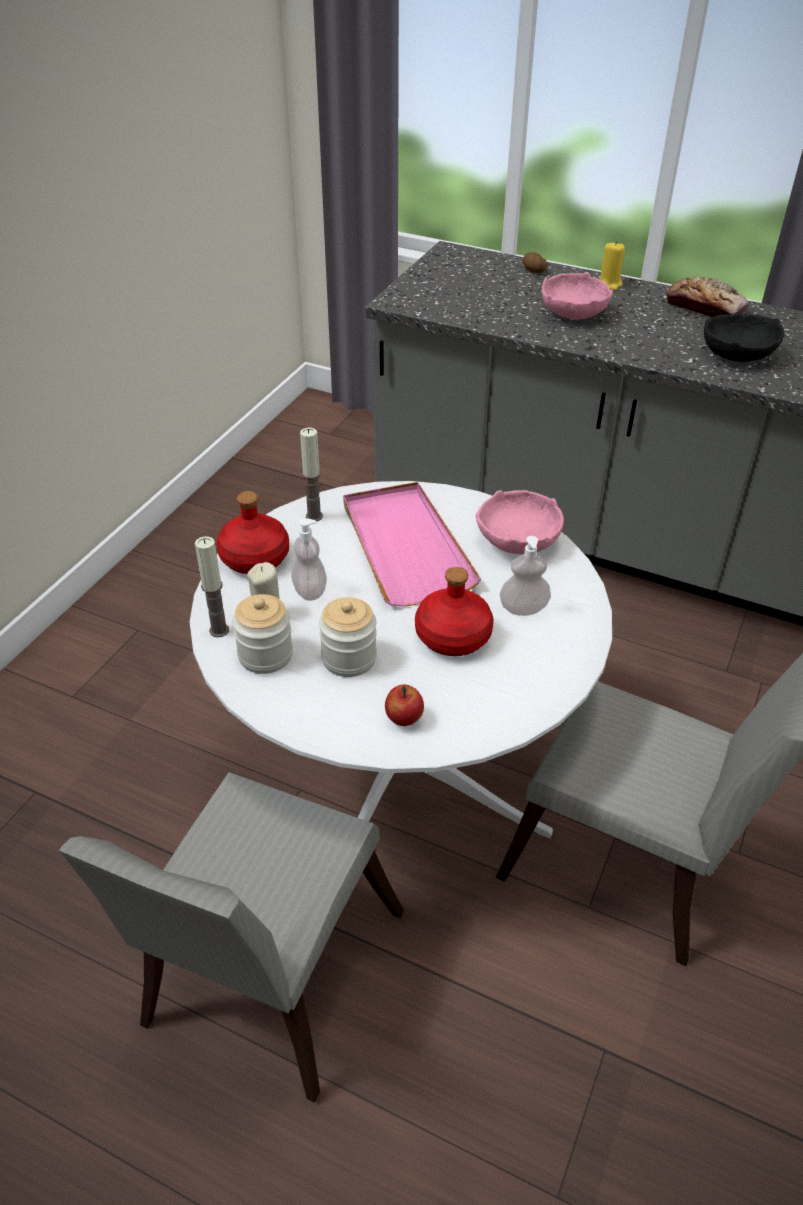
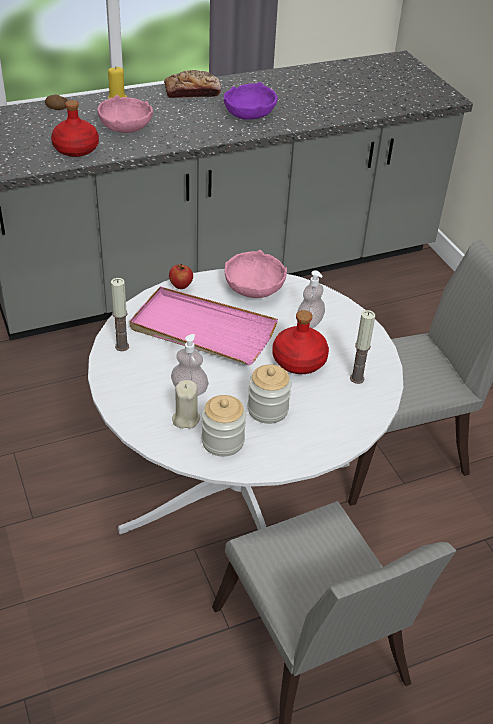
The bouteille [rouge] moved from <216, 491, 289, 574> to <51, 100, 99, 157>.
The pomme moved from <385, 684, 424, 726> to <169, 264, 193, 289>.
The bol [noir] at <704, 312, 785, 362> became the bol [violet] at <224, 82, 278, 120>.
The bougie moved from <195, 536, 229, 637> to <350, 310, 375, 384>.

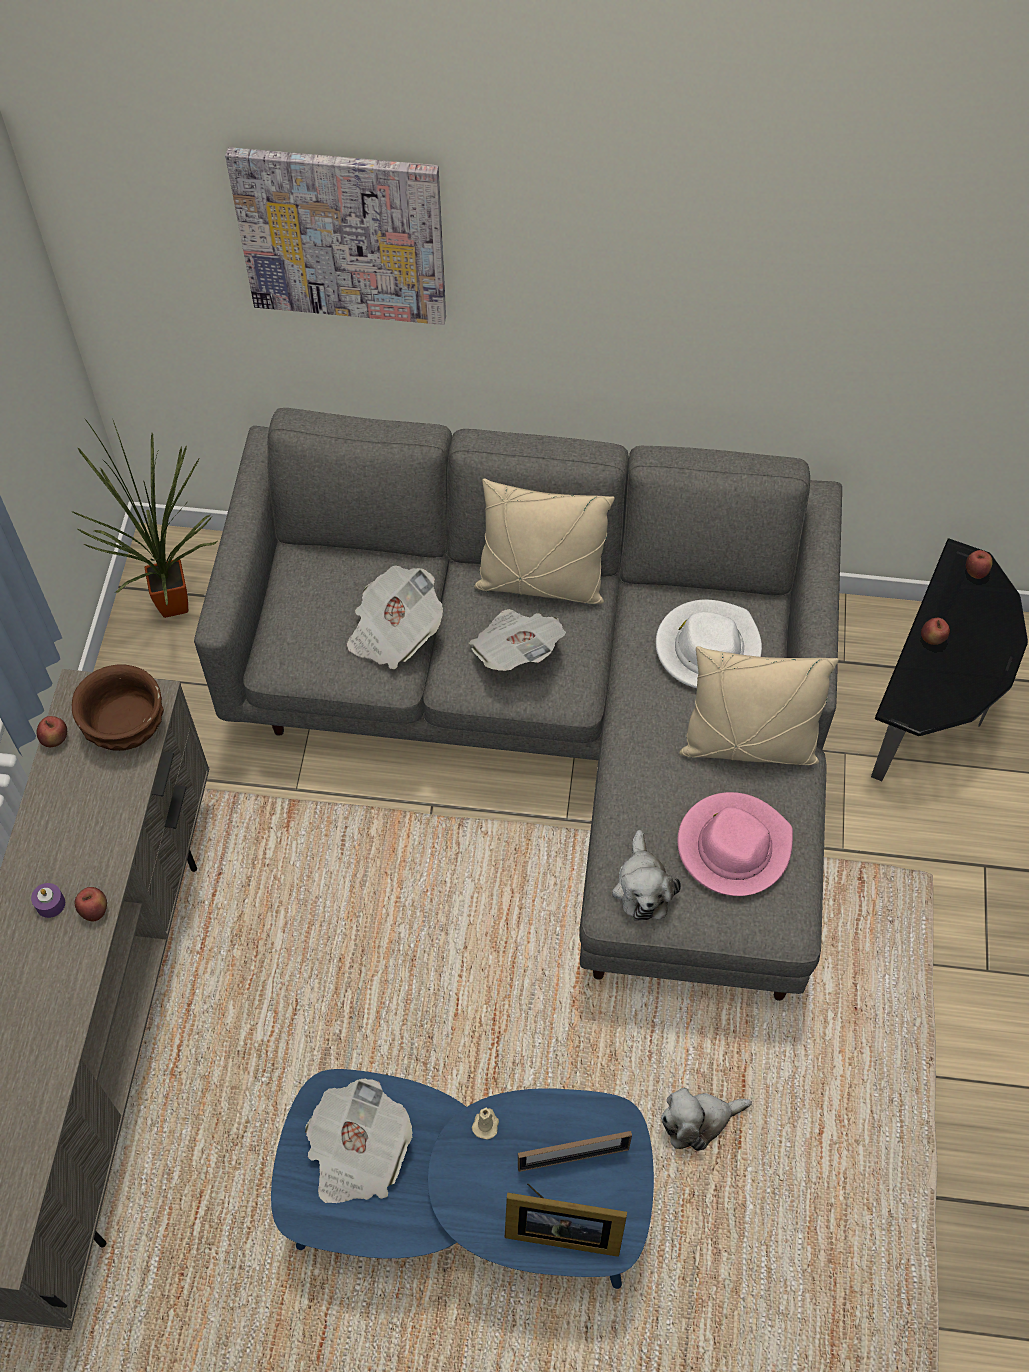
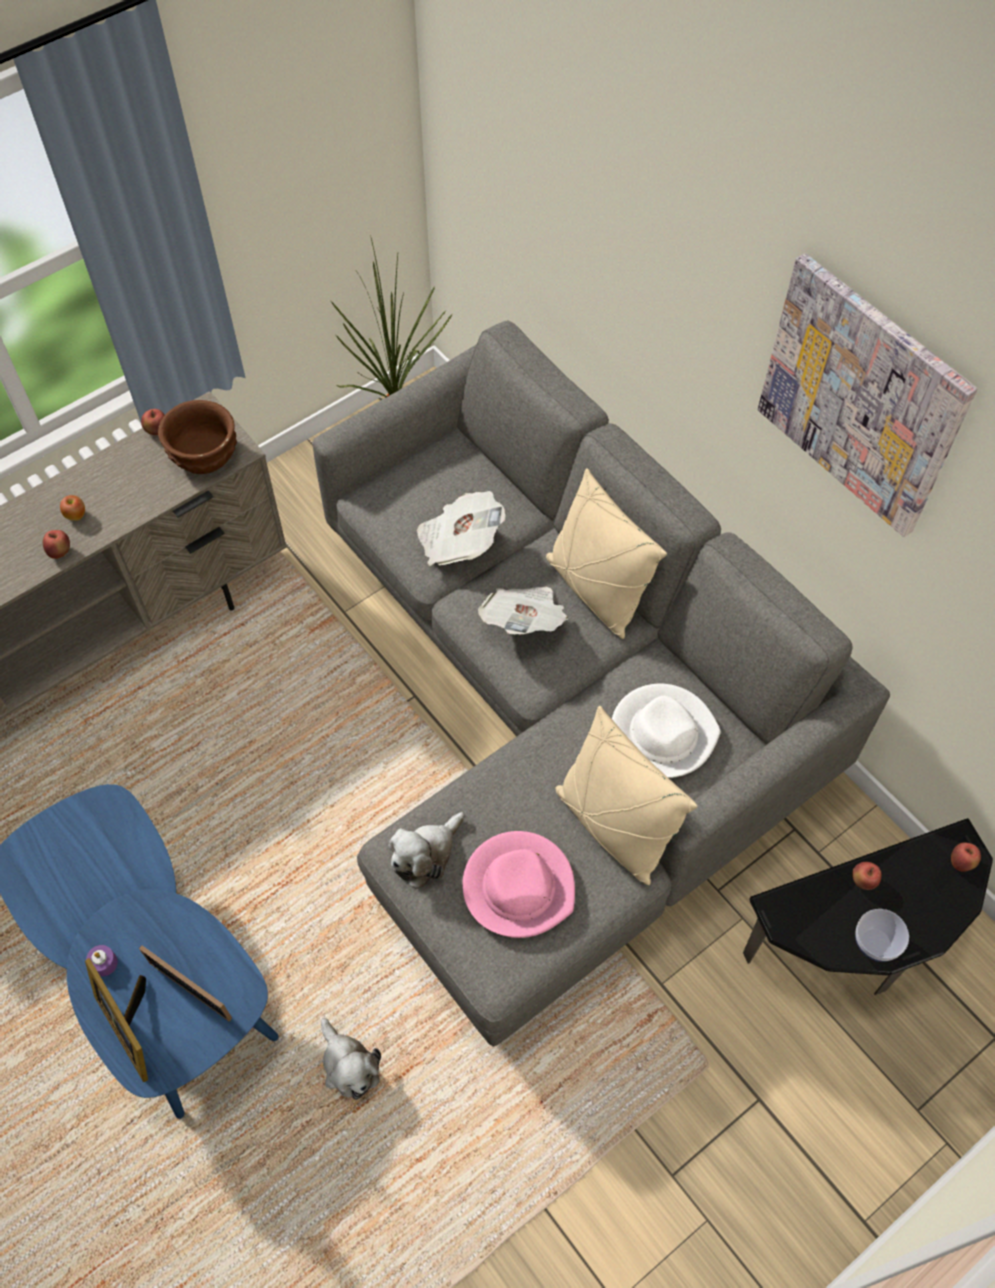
The pomme at <60, 495, 85, 521> appeared.
The bougie [violet] moved from <31, 883, 65, 918> to <86, 945, 118, 977>.
The peluche at <661, 1088, 752, 1151> turned 150 degrees counterclockwise.
The tableau moved from <225, 147, 446, 325> to <758, 253, 977, 537>.
The bol at <855, 909, 909, 962> appeared.
The journal at <305, 1079, 413, 1203> disappeared.
The bougie [beige] at <472, 1108, 499, 1139> disappeared.

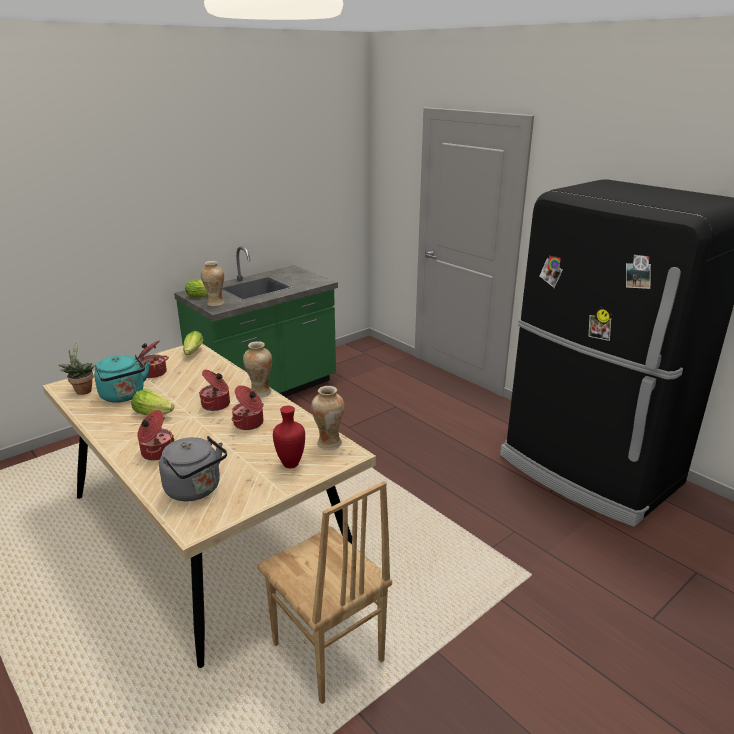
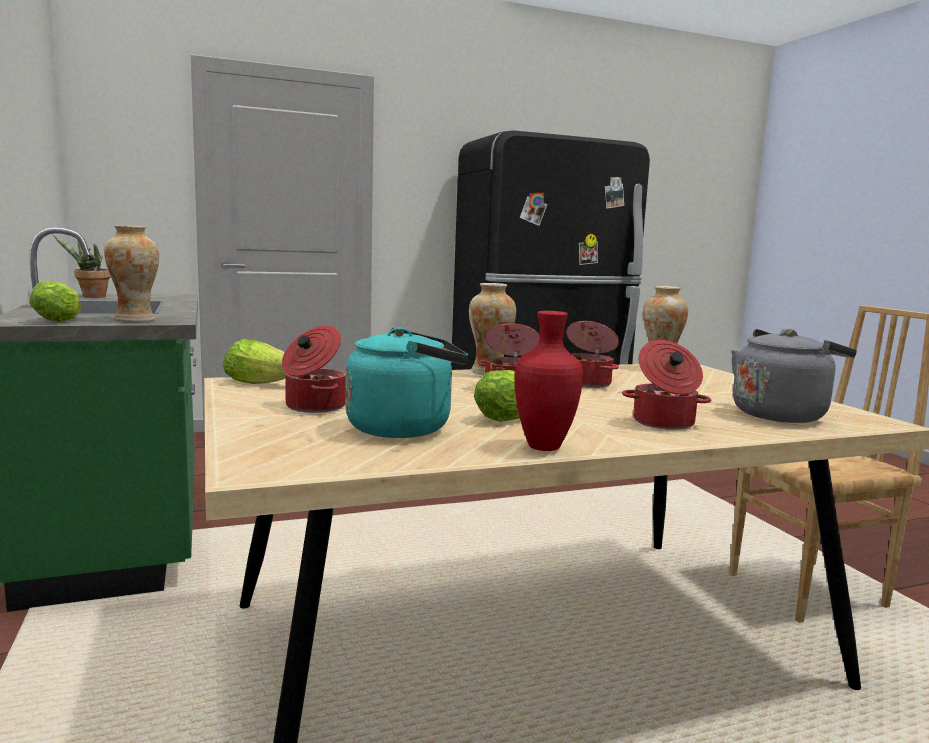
The plante en pot moved from <58, 341, 94, 395> to <53, 235, 111, 298>.
The vase [rouge] moved from <273, 406, 305, 468> to <515, 311, 583, 451>.

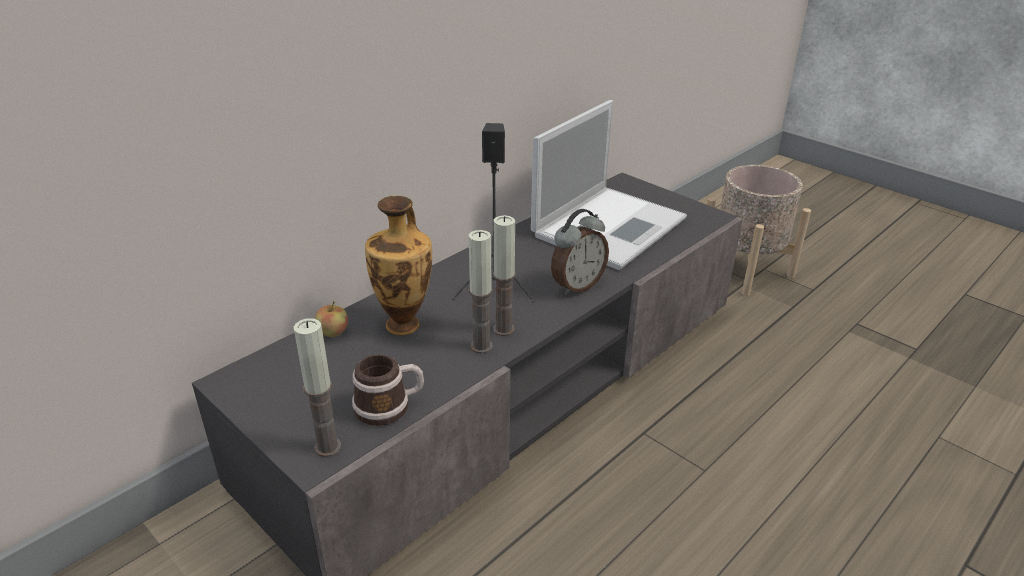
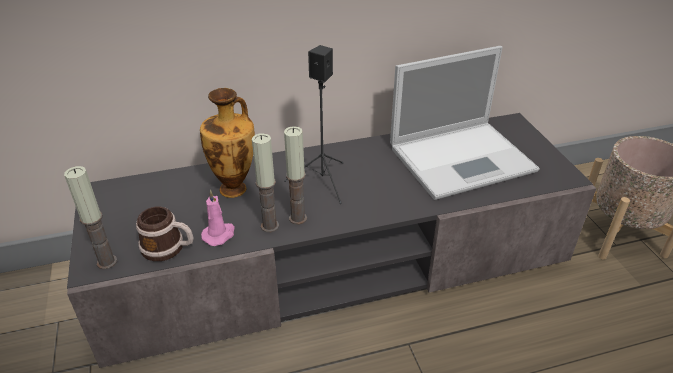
The bougie [rose] at <201, 190, 235, 246> appeared.
The pomme at <315, 301, 348, 337> disappeared.
The réveil at <551, 209, 609, 295> disappeared.

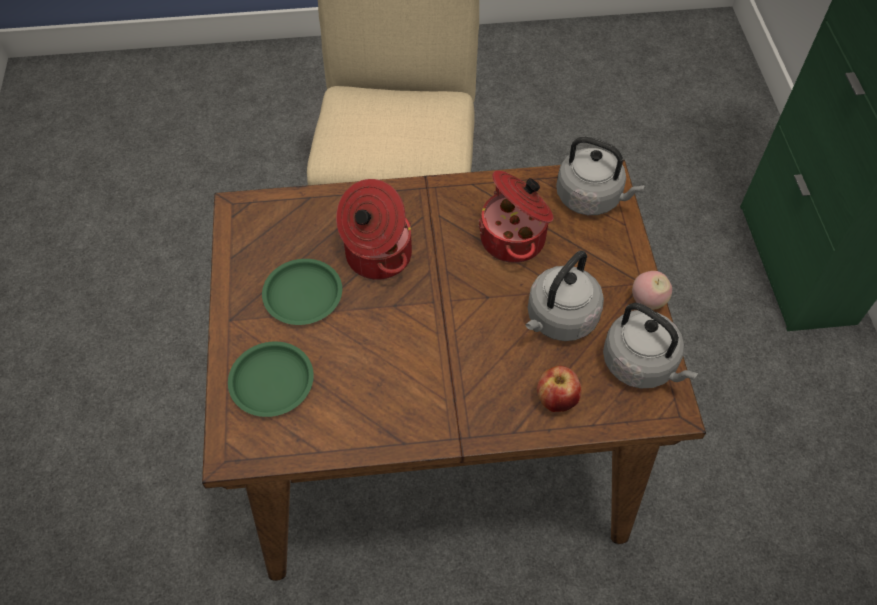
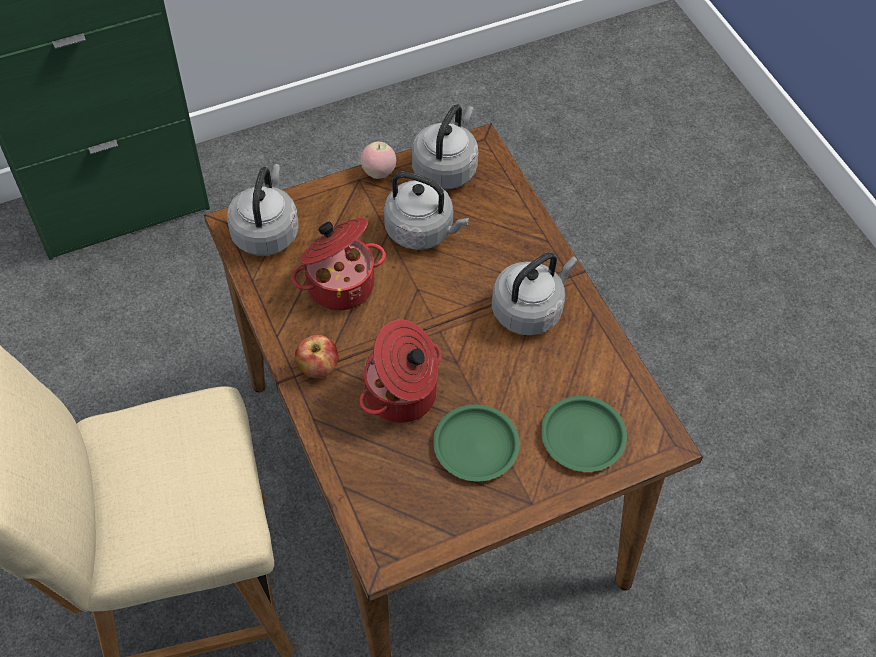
The pomme moved from <537, 366, 581, 412> to <295, 335, 338, 378>.
The bouilloire [gris] at <492, 252, 578, 335> appeared.

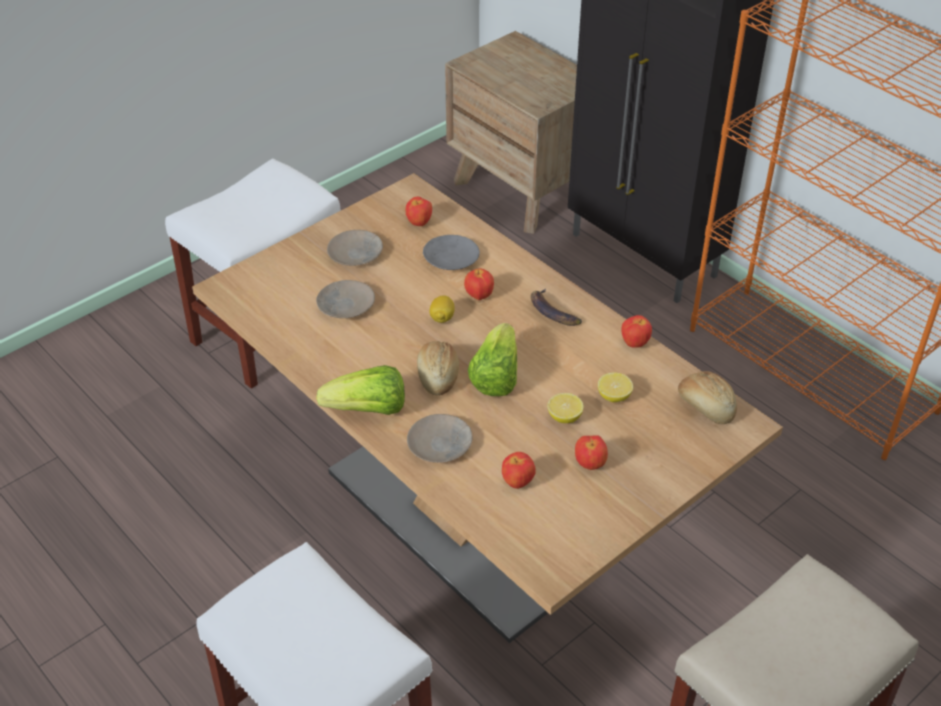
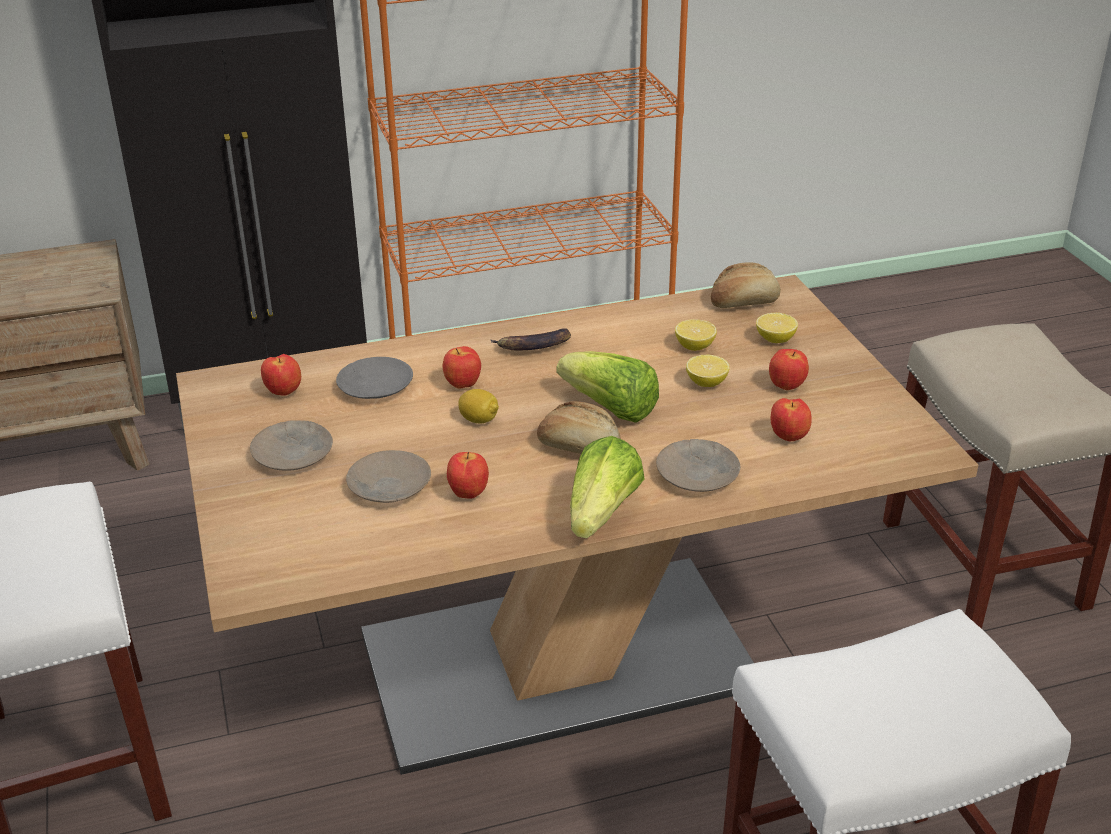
The pomme moved from <621, 315, 652, 348> to <447, 452, 489, 499>.
The citron at <756, 313, 798, 343> appeared.

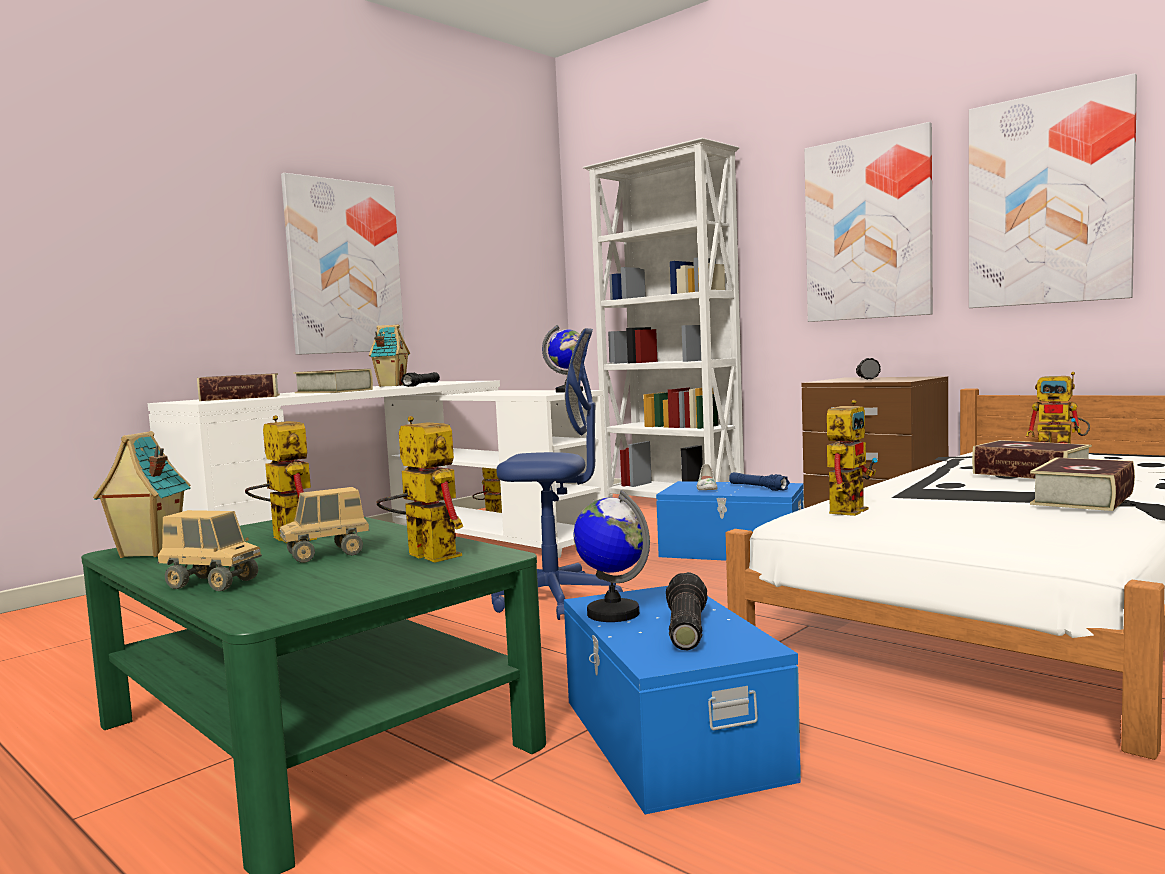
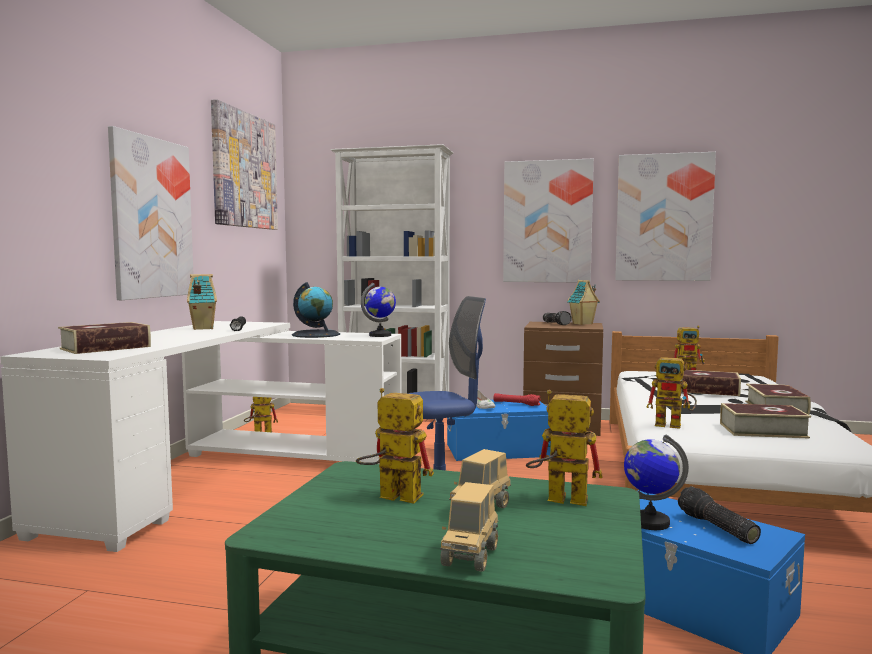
The tableau at <211, 99, 278, 230> appeared.
The globe at <292, 282, 340, 338> appeared.
The camion jouet at <158, 510, 262, 591> turned 120 degrees clockwise.
The lampe de poche [bleu] at <729, 472, 790, 491> became the lampe de poche [rouge] at <494, 393, 541, 406>.
The maison miniature moved from <93, 431, 191, 558> to <567, 280, 600, 325>.
The robot jouet at <827, 400, 878, 516> turned 105 degrees clockwise.
The livre moved from <293, 369, 373, 393> to <720, 403, 811, 439>.

